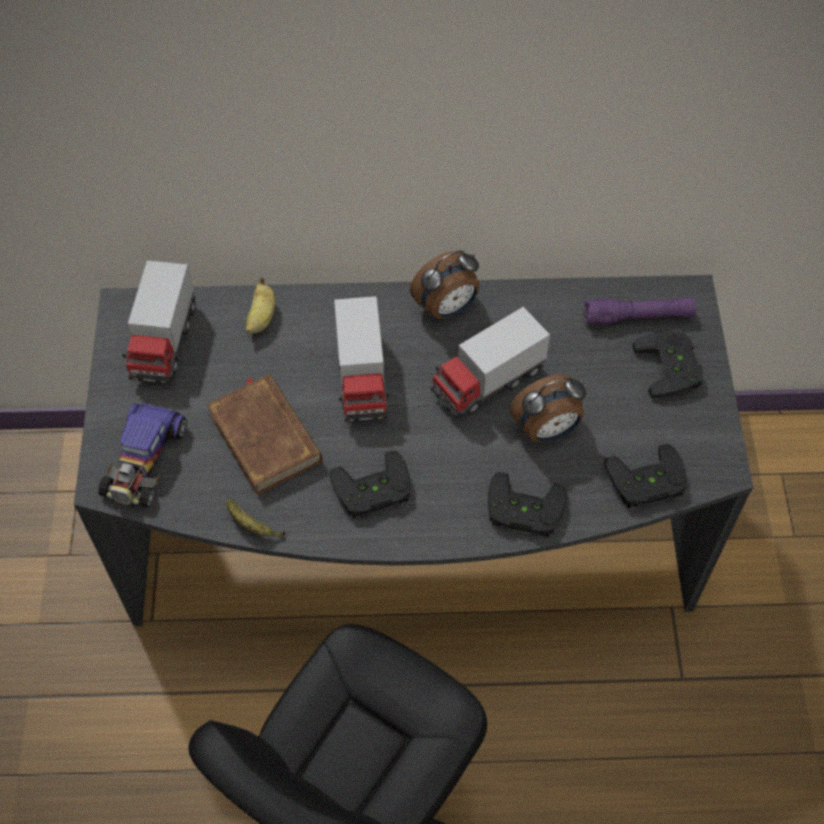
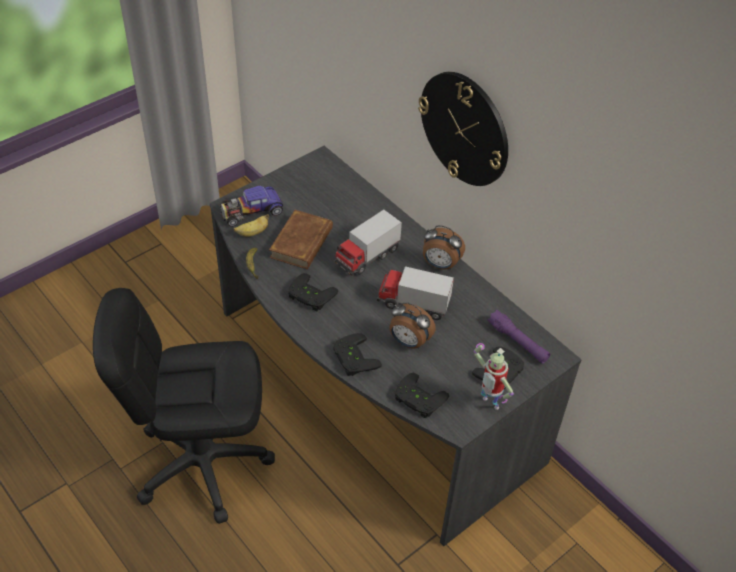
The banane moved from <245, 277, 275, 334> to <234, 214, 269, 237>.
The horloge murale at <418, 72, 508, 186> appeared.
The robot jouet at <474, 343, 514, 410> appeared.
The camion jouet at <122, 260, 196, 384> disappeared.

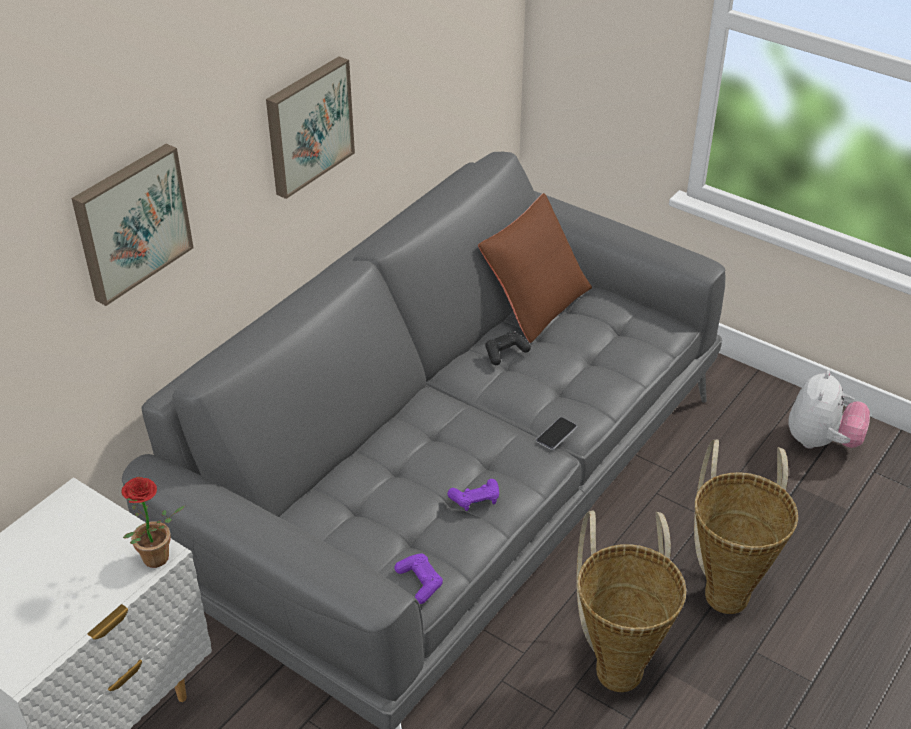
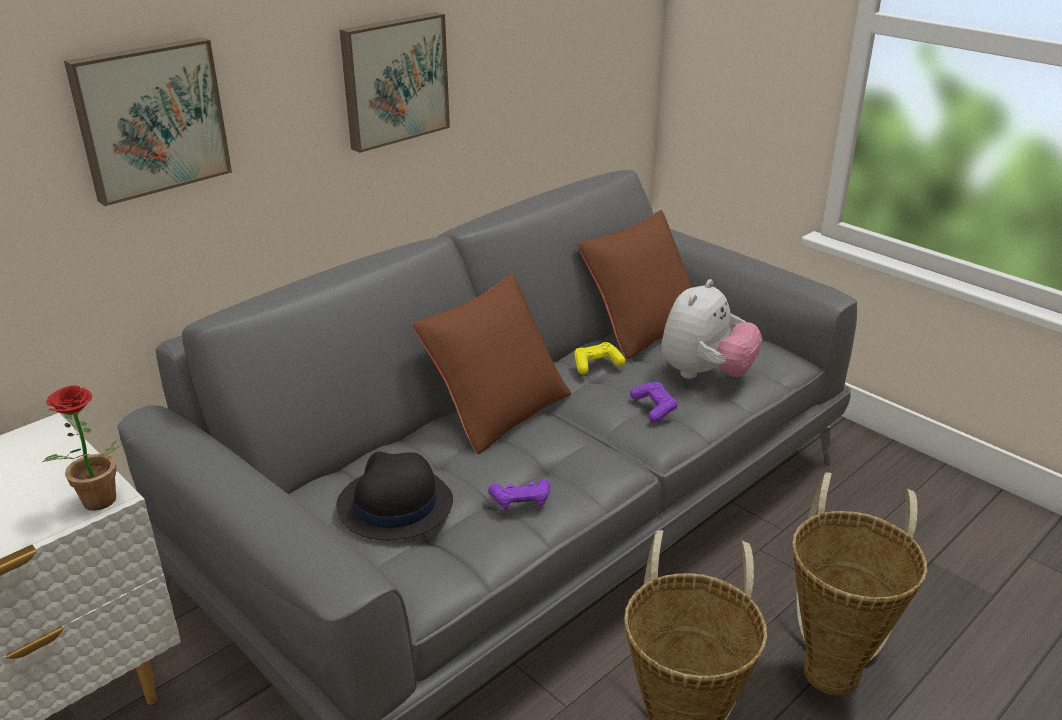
The chapeau [noir] at <336, 451, 453, 540> appeared.
The coussin [marron] at <412, 274, 571, 454> appeared.
The manette [noir] at <485, 331, 531, 365> became the manette [jaune] at <574, 342, 625, 374>.
The manette [violet] moved from <394, 553, 443, 604> to <630, 382, 678, 423>.
The peluche moved from <788, 370, 870, 449> to <661, 279, 762, 379>.
The téléphone at <536, 417, 577, 450> disappeared.

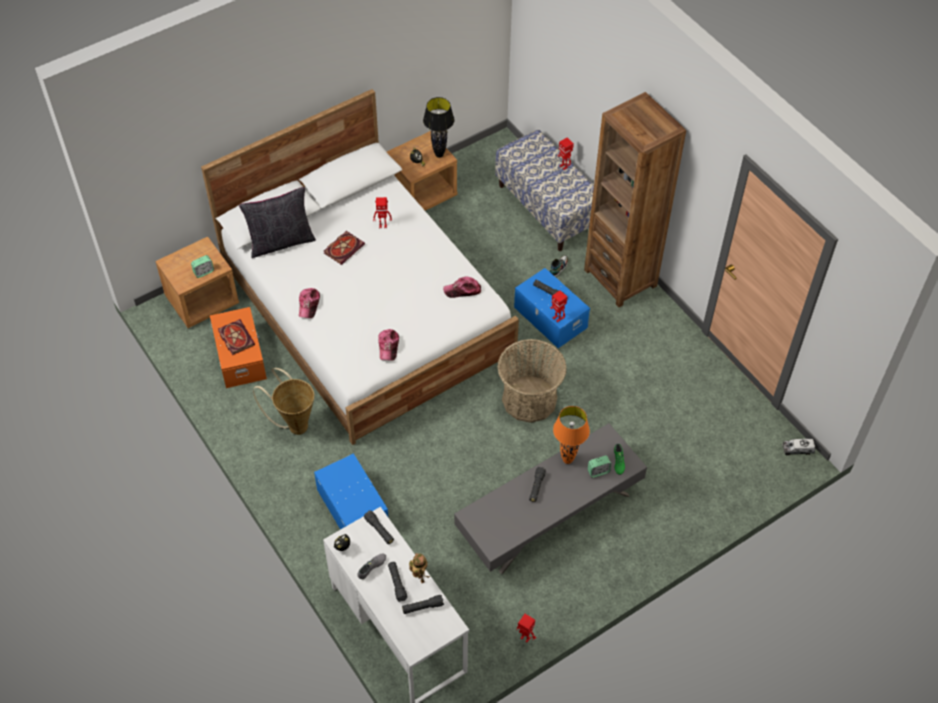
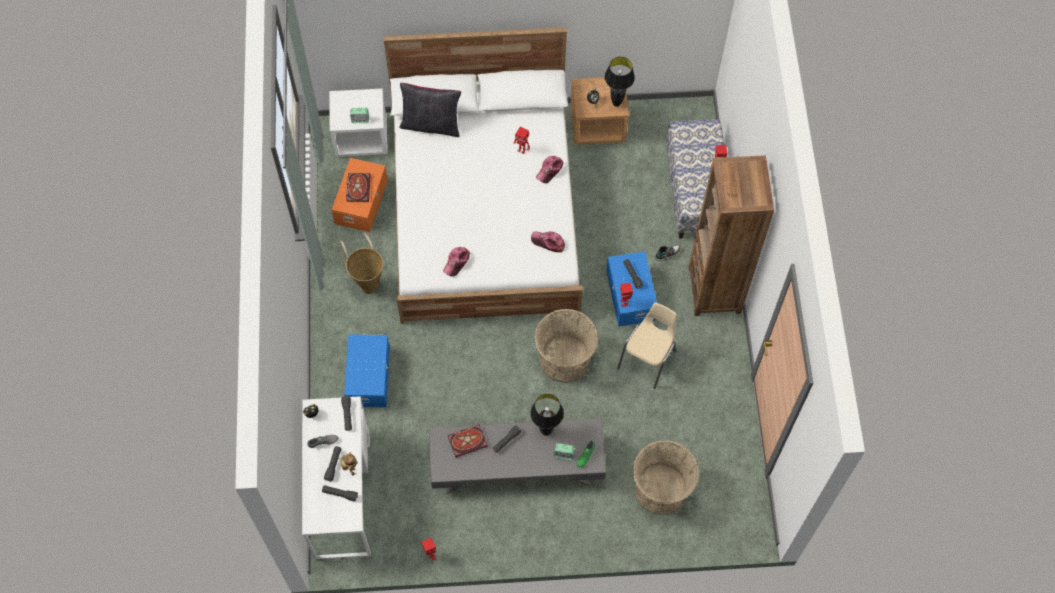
The table de chevet [marron] at <155, 237, 239, 328> became the table de chevet [blanc] at <329, 89, 388, 157>.
The livre moved from <324, 231, 365, 265> to <448, 424, 488, 458>.
The lampe de table [orange] at <553, 406, 590, 464> became the lampe de table [noir] at <530, 394, 564, 436>.
The casquette moved from <299, 288, 320, 318> to <536, 156, 563, 183>.
The chaise [beige] at <617, 302, 677, 389> appeared.
The panier at <633, 440, 700, 515> appeared.
The camion jouet at <782, 439, 815, 456> disappeared.

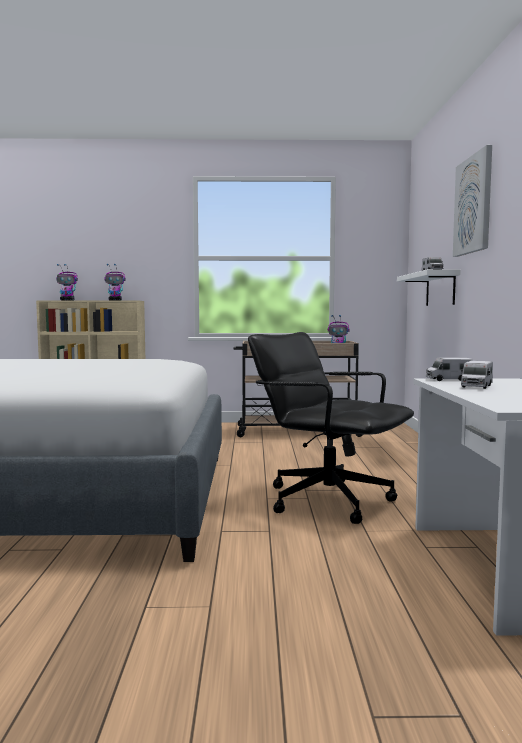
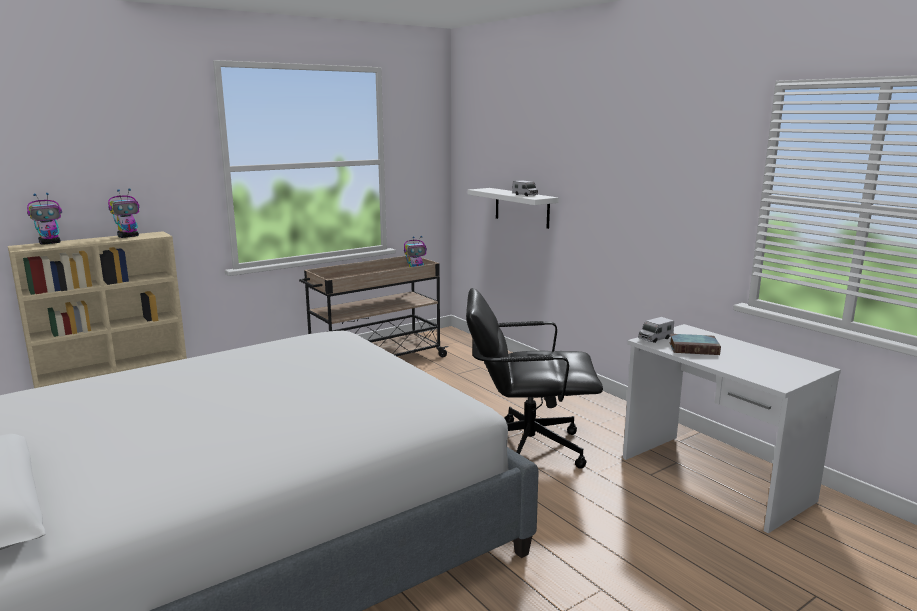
The camion jouet at <461, 361, 493, 389> was replaced by the livre at <669, 334, 721, 355>.
The tableau at <453, 145, 492, 257> disappeared.

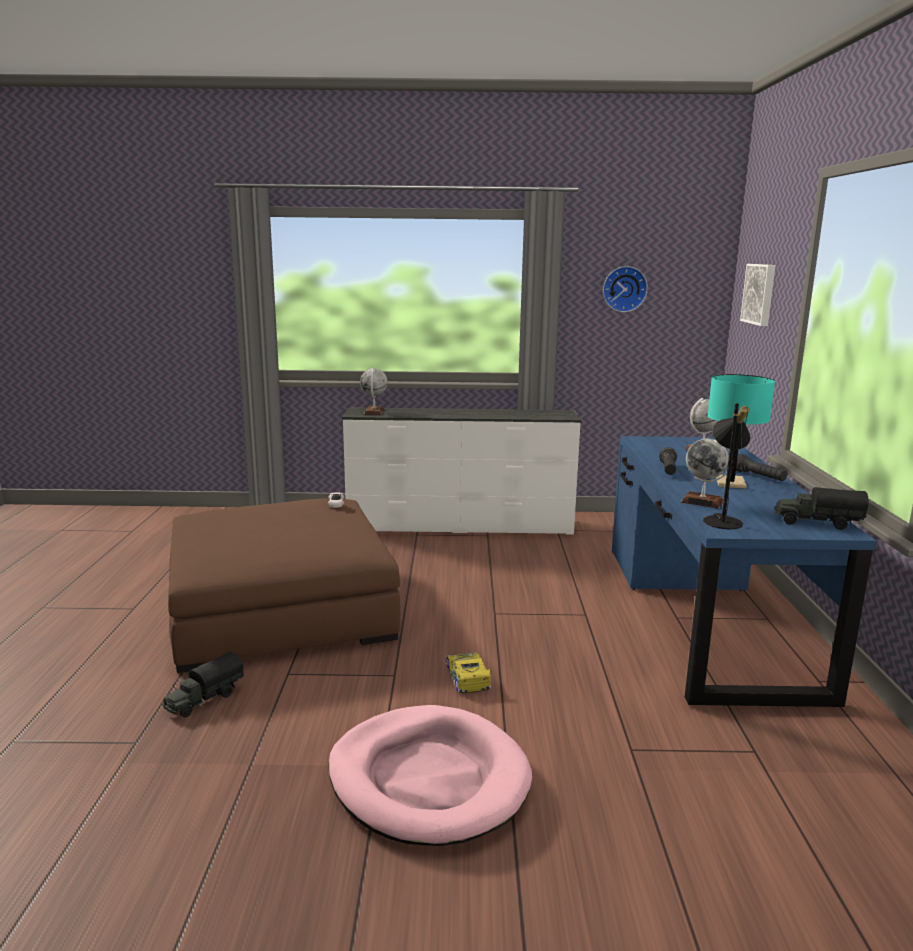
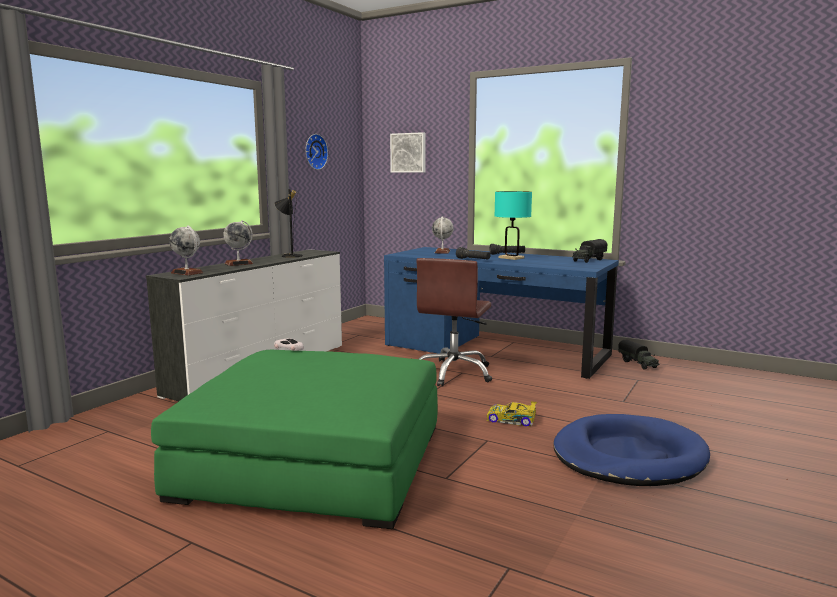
The pouf [marron] at <168, 499, 401, 673> became the pouf [vert] at <151, 350, 438, 529>.
The globe moved from <681, 439, 733, 508> to <223, 220, 253, 266>.
The lampe de table [noir] moved from <703, 403, 751, 529> to <274, 189, 303, 258>.
The chaise de bureau [marron] at <417, 258, 492, 387> appeared.
The panier pour chien [rose] at <328, 705, 532, 846> became the panier pour chien [bleu] at <553, 414, 710, 486>.
The camion jouet moved from <162, 652, 244, 717> to <618, 340, 659, 370>.

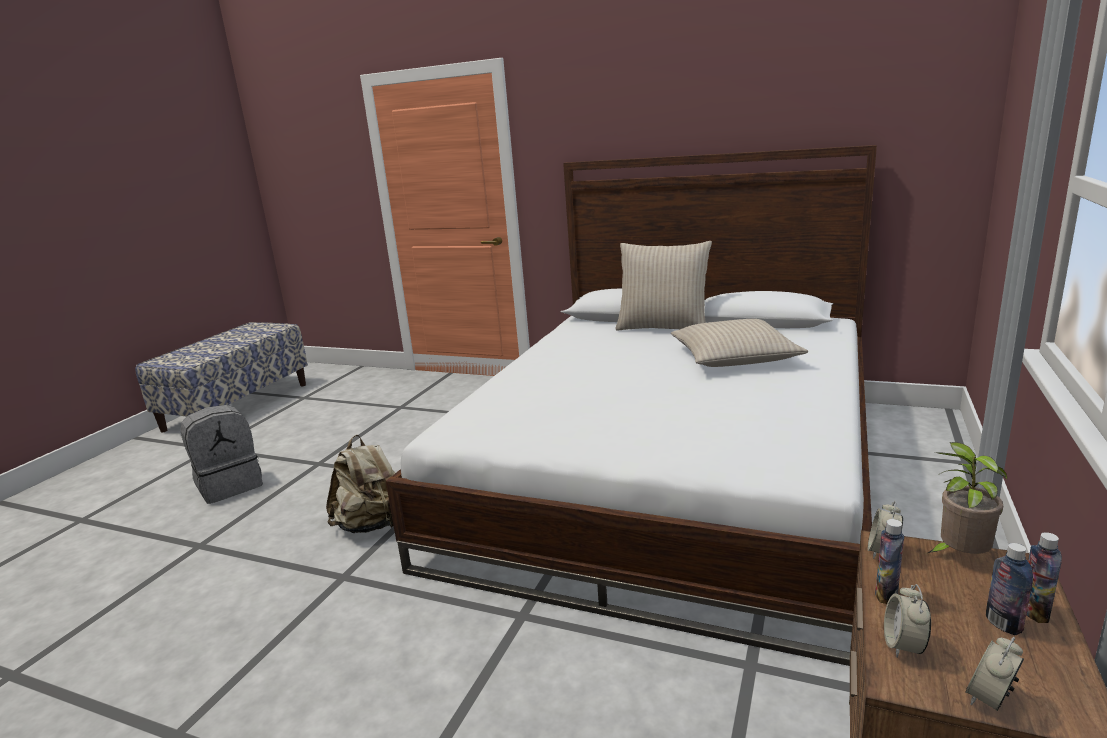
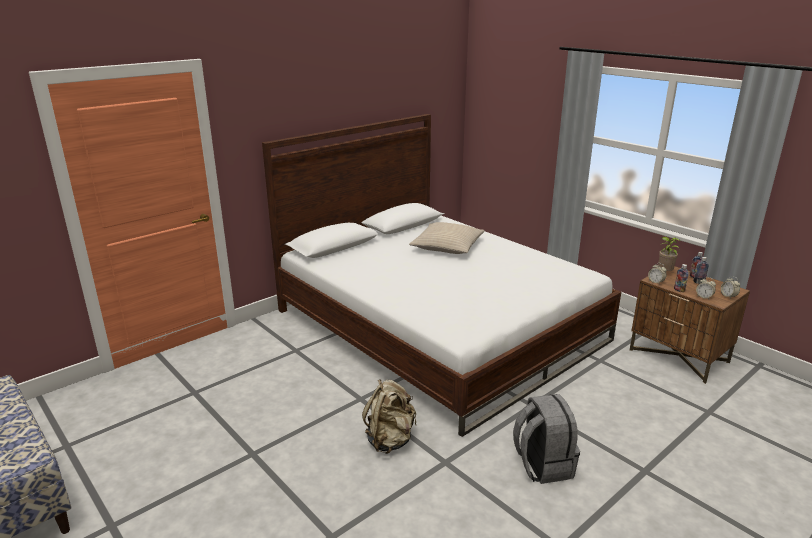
The sac à dos [gris] moved from <180, 405, 263, 504> to <513, 394, 580, 484>.
The coussin [beige] at <615, 241, 712, 331> disappeared.

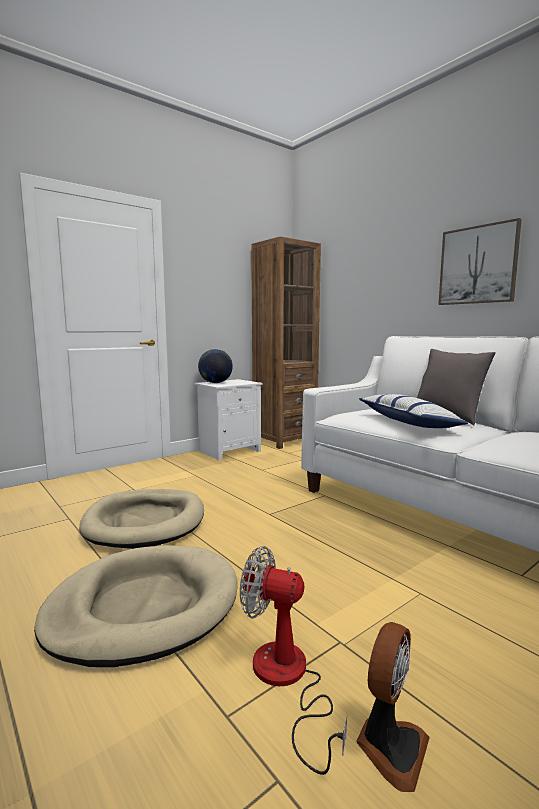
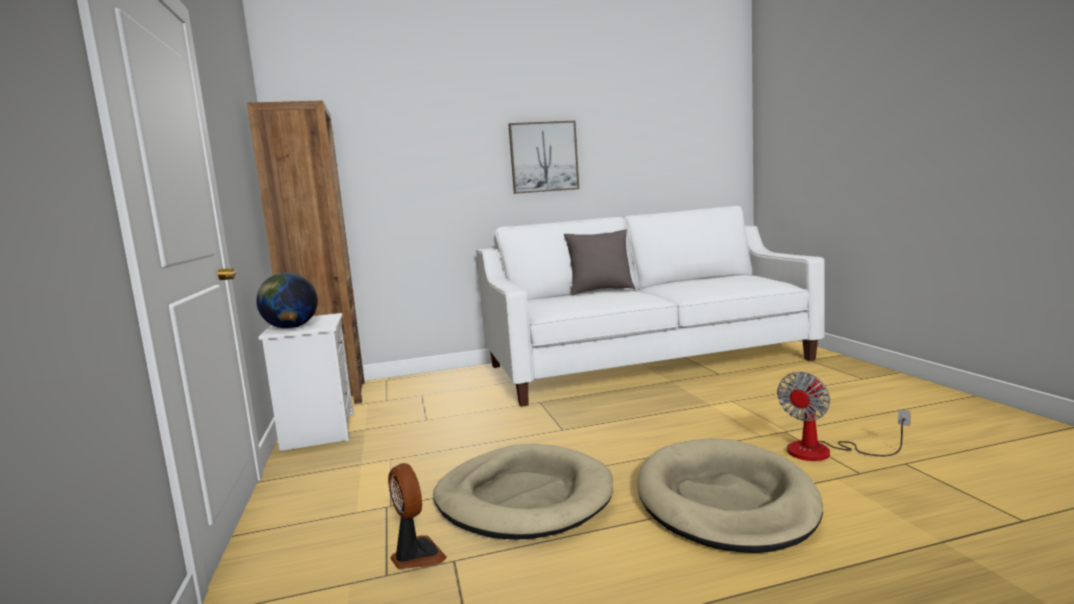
The ventilateur moved from <357, 622, 430, 792> to <388, 463, 447, 569>.
The coussin at <359, 394, 468, 428> disappeared.

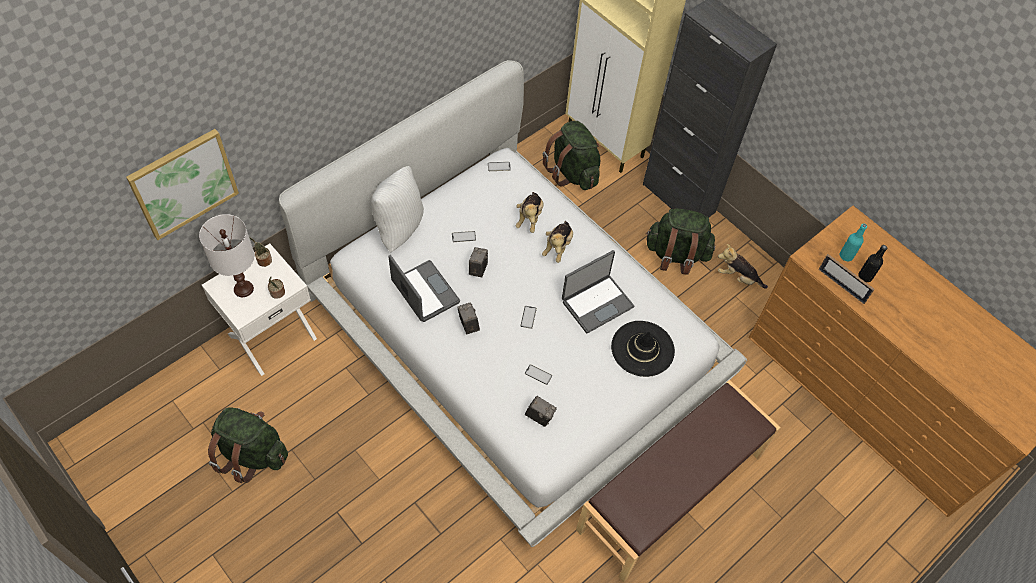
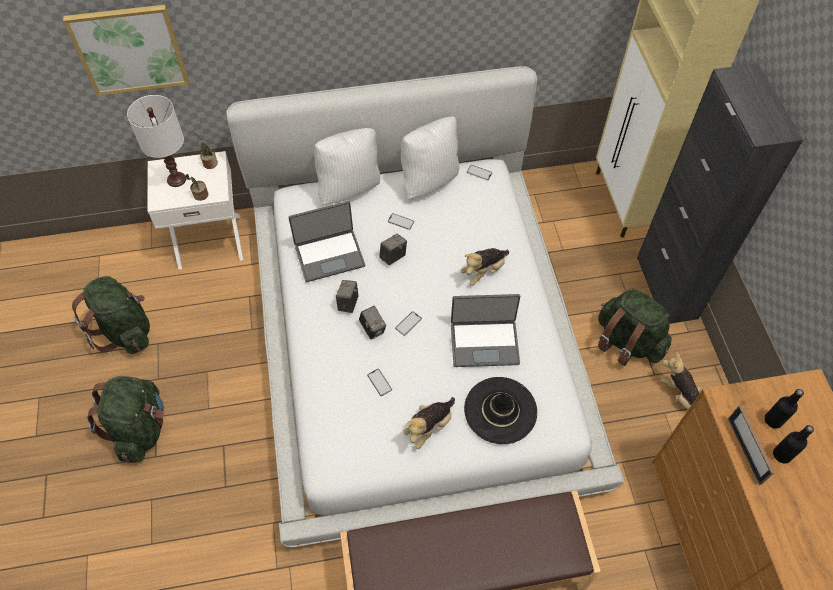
The sac à dos [vert] moved from <543, 121, 600, 190> to <87, 376, 164, 463>.
The ordinateur portable at <388, 255, 460, 322> turned 75 degrees clockwise.
The appareil photo moved from <525, 396, 557, 427> to <359, 306, 386, 339>.
The coussin [blanc] at <401, 117, 459, 200> appeared.
The peluche moved from <516, 192, 543, 233> to <403, 397, 455, 449>.
The bouteille [turquoise] at <840, 224, 867, 261> became the bouteille [noir] at <765, 389, 804, 429>.

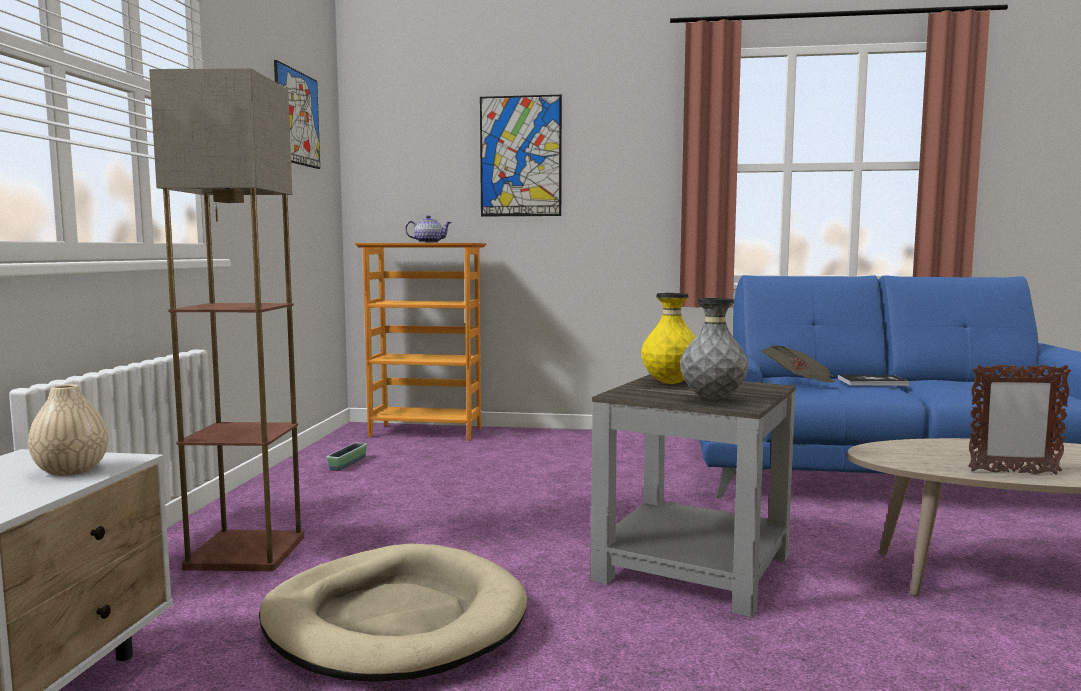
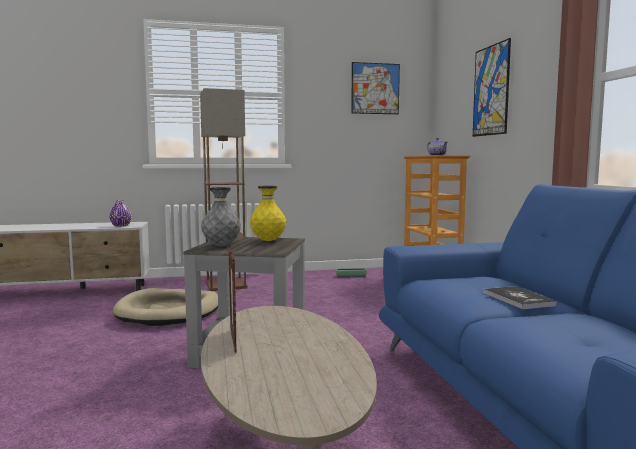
The vase [beige] at <28, 384, 108, 476> became the vase [violet] at <110, 200, 132, 227>.
The journal at <761, 346, 836, 383> disappeared.

